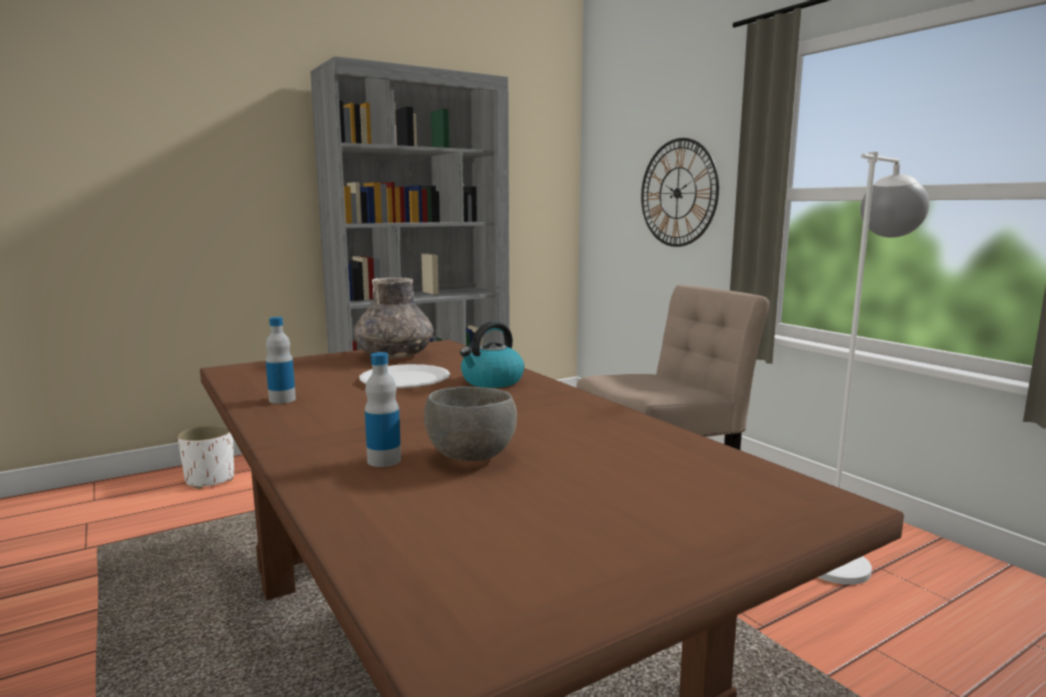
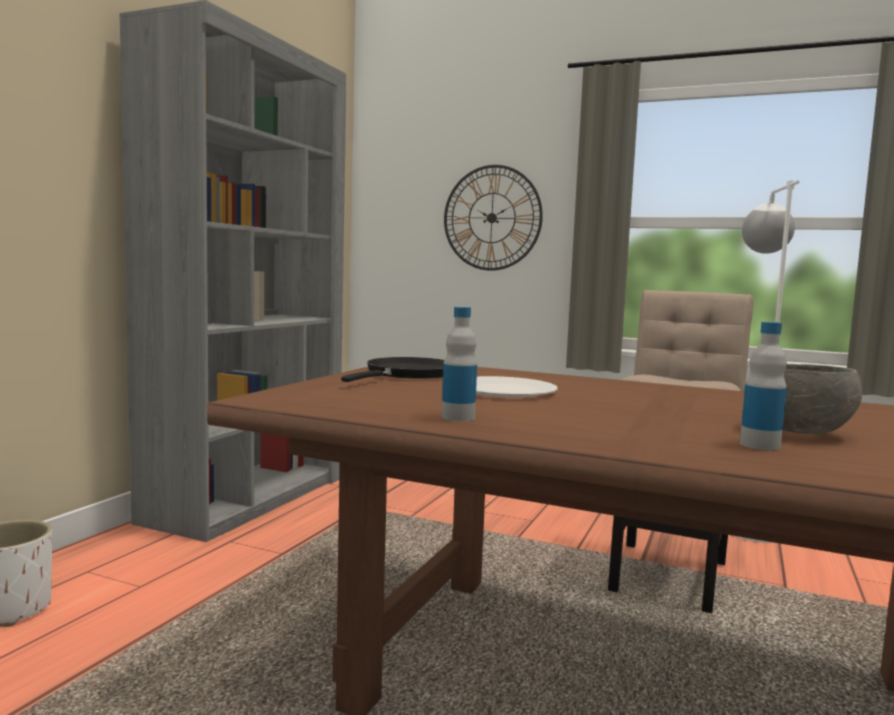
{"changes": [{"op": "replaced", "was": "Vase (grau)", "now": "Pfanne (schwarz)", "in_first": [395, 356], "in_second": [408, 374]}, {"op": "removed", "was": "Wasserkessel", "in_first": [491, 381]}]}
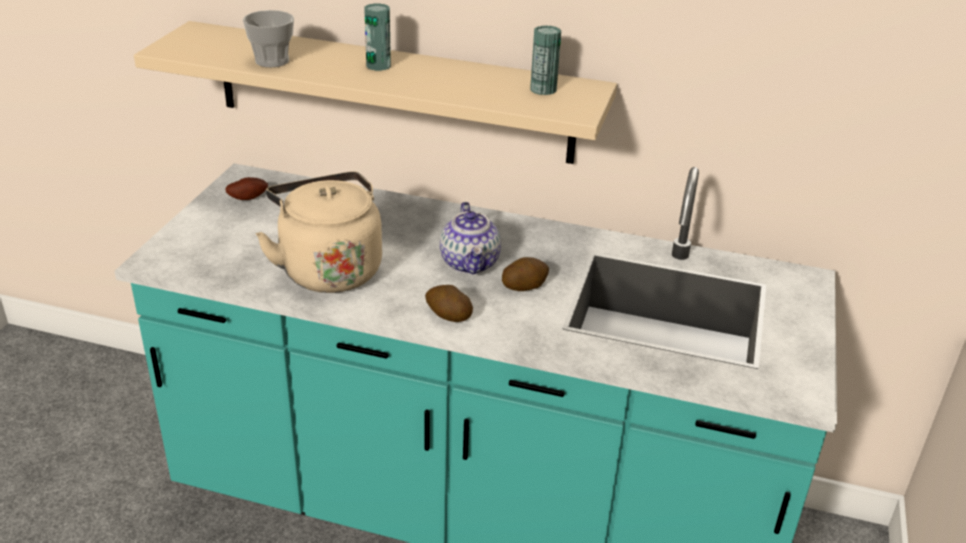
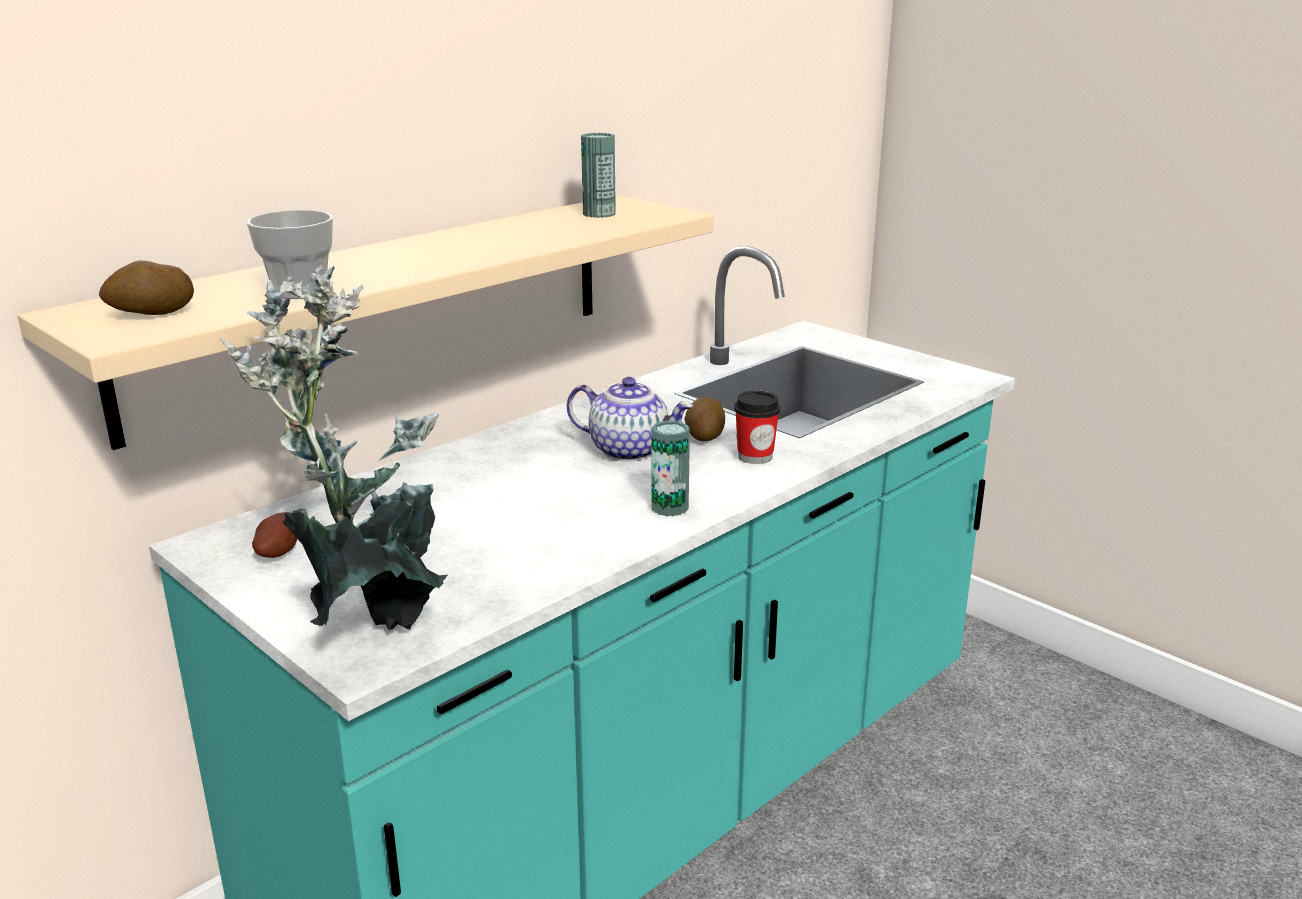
{"changes": [{"op": "moved", "was": "Dose", "in_first": [378, 65], "in_second": [670, 508]}, {"op": "removed", "was": "Wasserkessel (beige)", "in_first": [328, 269]}, {"op": "moved", "was": "Kartoffel", "in_first": [448, 315], "in_second": [151, 314]}, {"op": "added", "now": "Topfpflanze", "in_second": [371, 619]}, {"op": "added", "now": "Tasse", "in_second": [755, 456]}]}
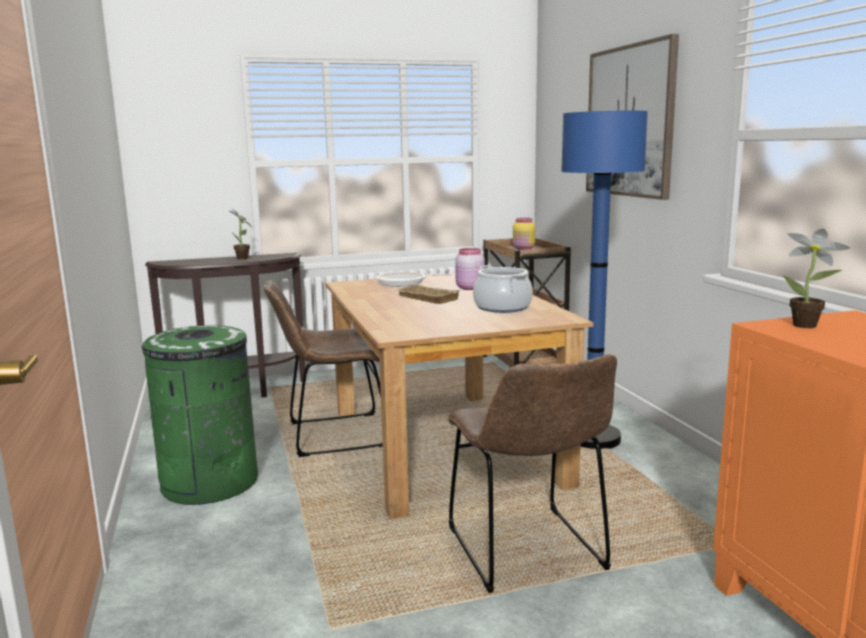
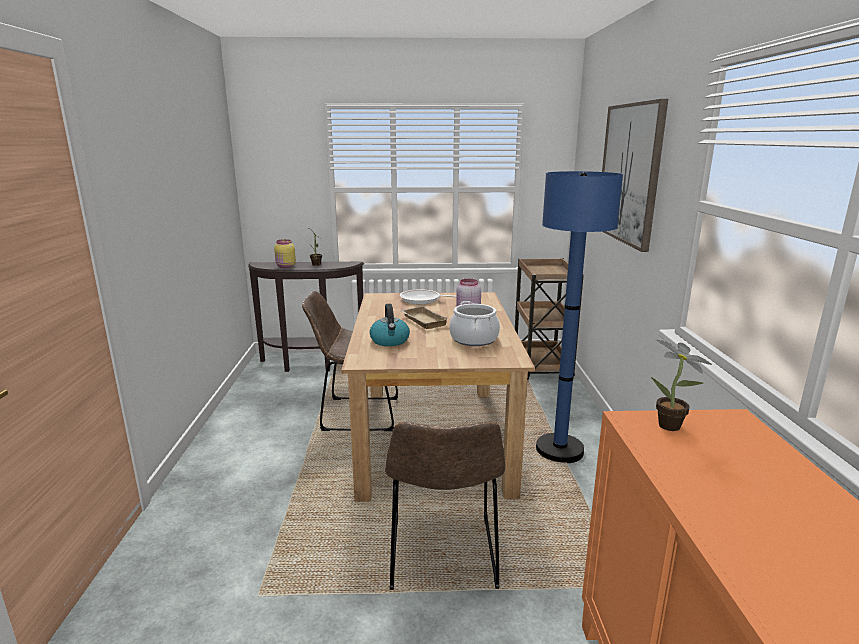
{"changes": [{"op": "moved", "was": "Vorratsglas (gelb)", "in_first": [524, 249], "in_second": [285, 266]}, {"op": "removed", "was": "Mülleimer (grün)", "in_first": [209, 482]}, {"op": "added", "now": "Wasserkessel", "in_second": [390, 341]}]}
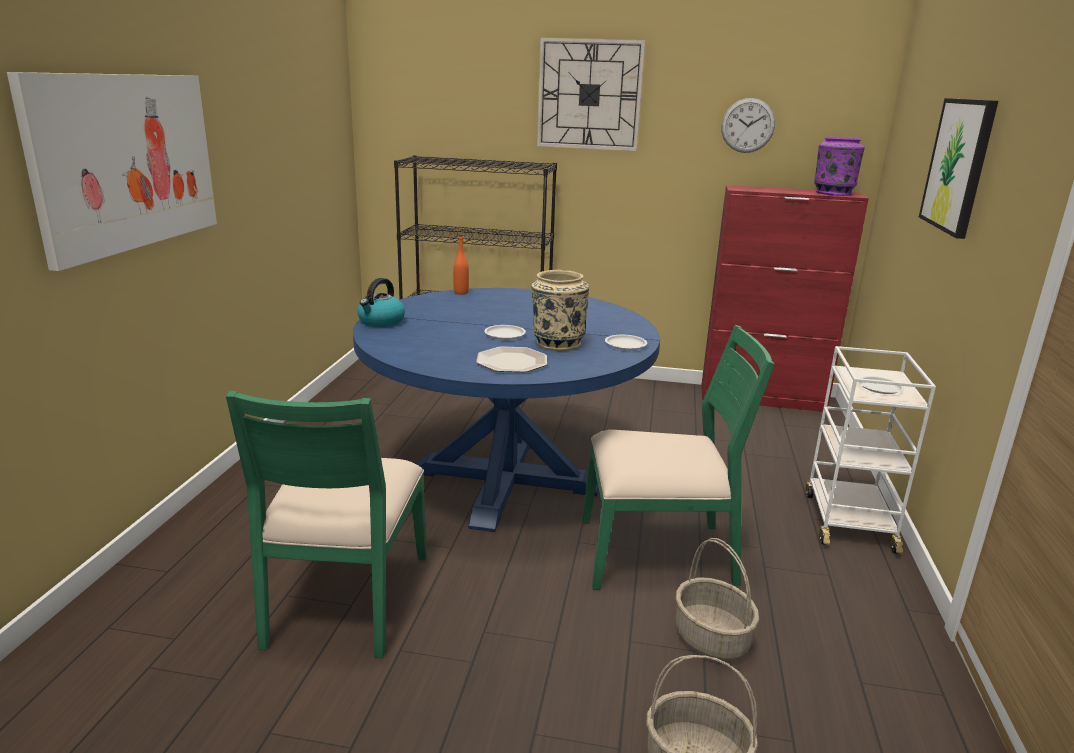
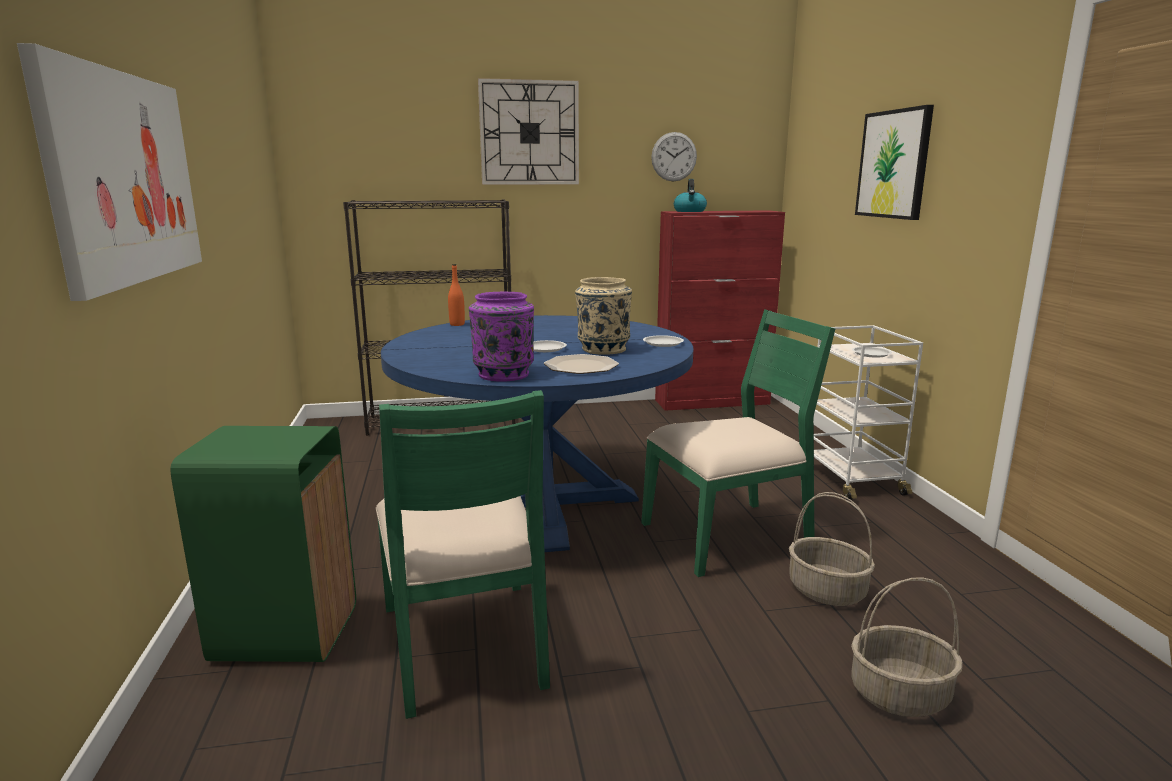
{"changes": [{"op": "moved", "was": "Vase (lila)", "in_first": [833, 193], "in_second": [503, 374]}, {"op": "moved", "was": "Wasserkessel", "in_first": [381, 322], "in_second": [690, 211]}, {"op": "added", "now": "Mülleimer (grün)", "in_second": [286, 632]}]}
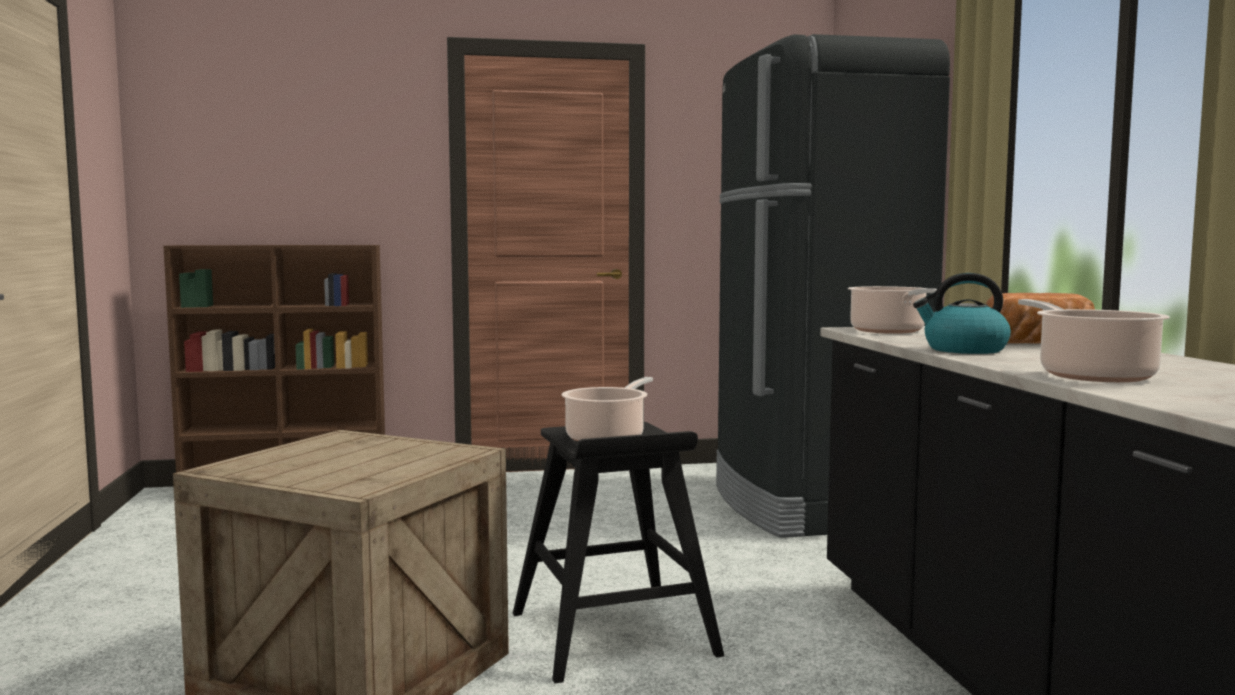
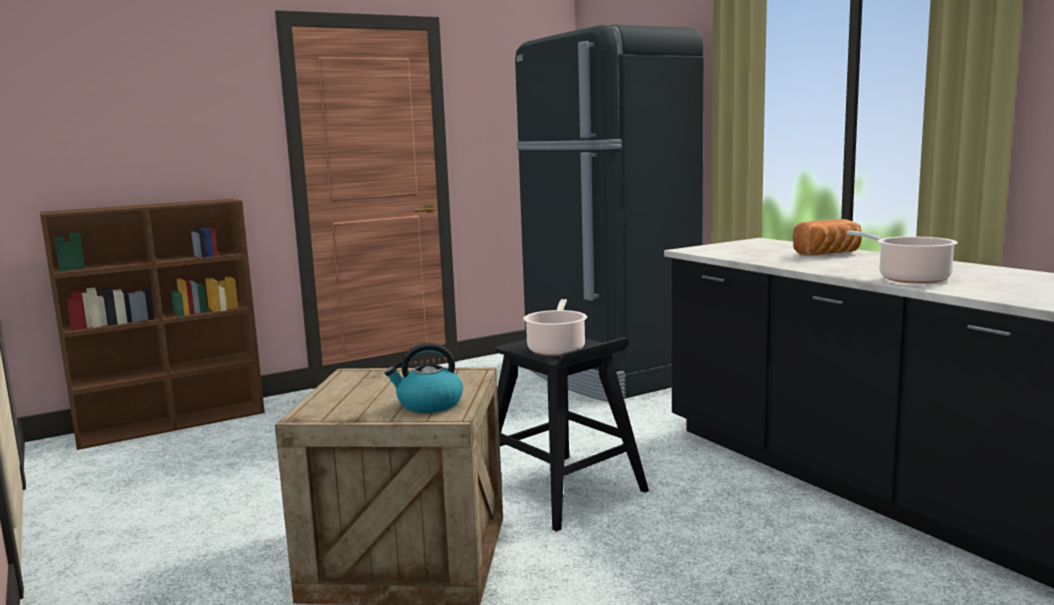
{"changes": [{"op": "moved", "was": "Wasserkessel", "in_first": [963, 350], "in_second": [429, 404]}, {"op": "removed", "was": "Kochtopf", "in_first": [890, 331]}]}
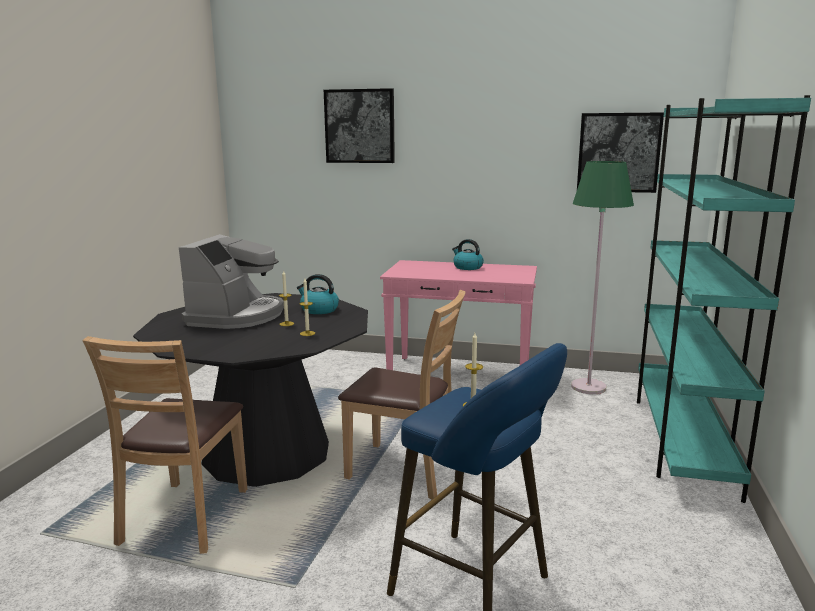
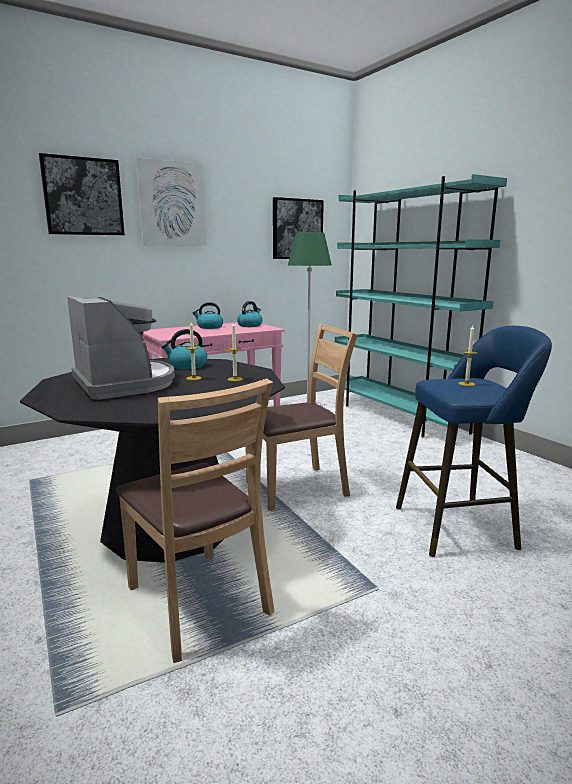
{"changes": [{"op": "added", "now": "Bild", "in_second": [172, 204]}, {"op": "added", "now": "Wasserkessel", "in_second": [250, 325]}]}
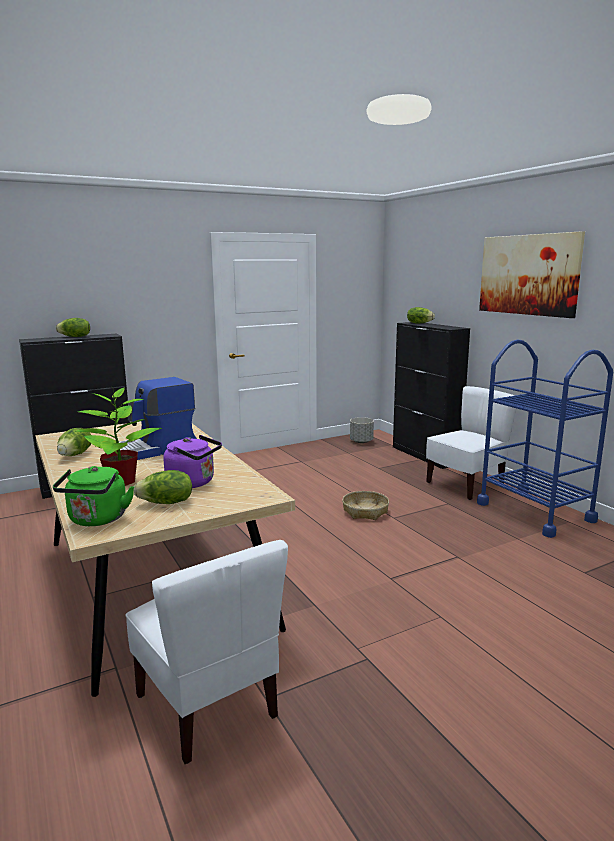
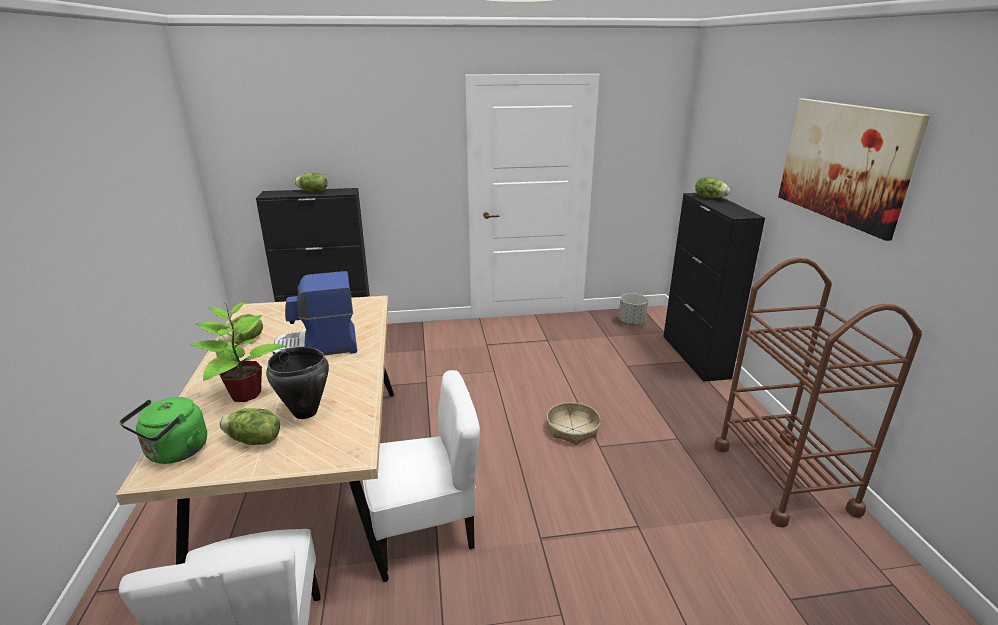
{"changes": [{"op": "recoloured", "was": "Rollwagen (blau)", "now": "Rollwagen (braun)", "in_first": [534, 512], "in_second": [783, 478]}, {"op": "moved", "was": "Stuhl (weiß)", "in_first": [466, 485], "in_second": [424, 527]}, {"op": "replaced", "was": "Wasserkessel (lila)", "now": "Kochtopf (schwarz)", "in_first": [193, 483], "in_second": [305, 412]}]}
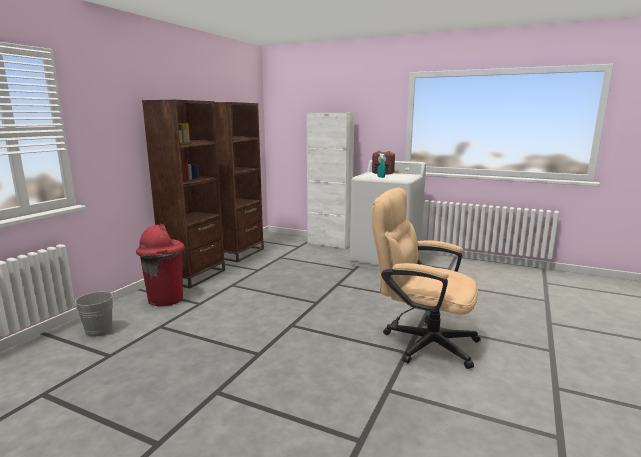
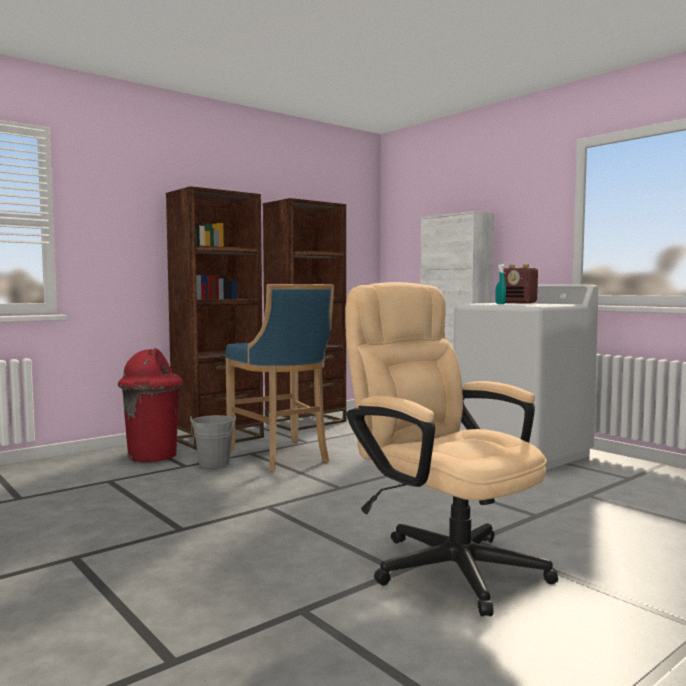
{"changes": [{"op": "moved", "was": "Eimer (grau)", "in_first": [99, 332], "in_second": [213, 464]}, {"op": "added", "now": "Hocker (blau)", "in_second": [281, 457]}]}
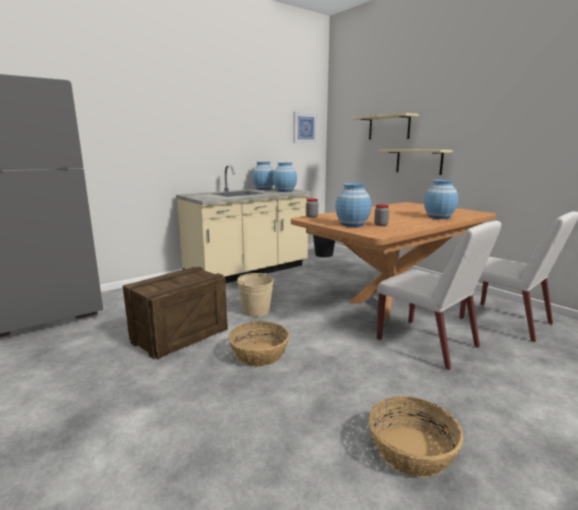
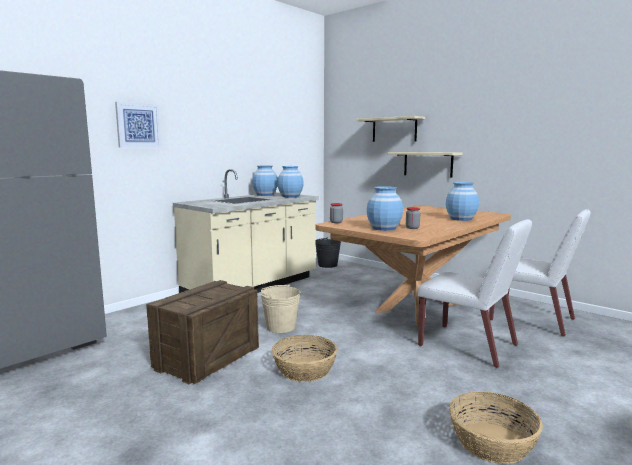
{"changes": [{"op": "moved", "was": "Bild", "in_first": [304, 127], "in_second": [138, 125]}]}
